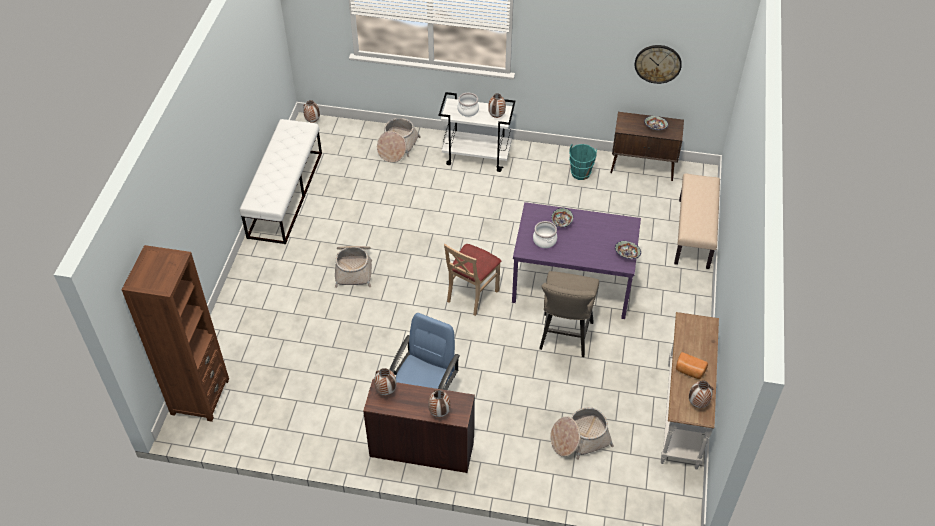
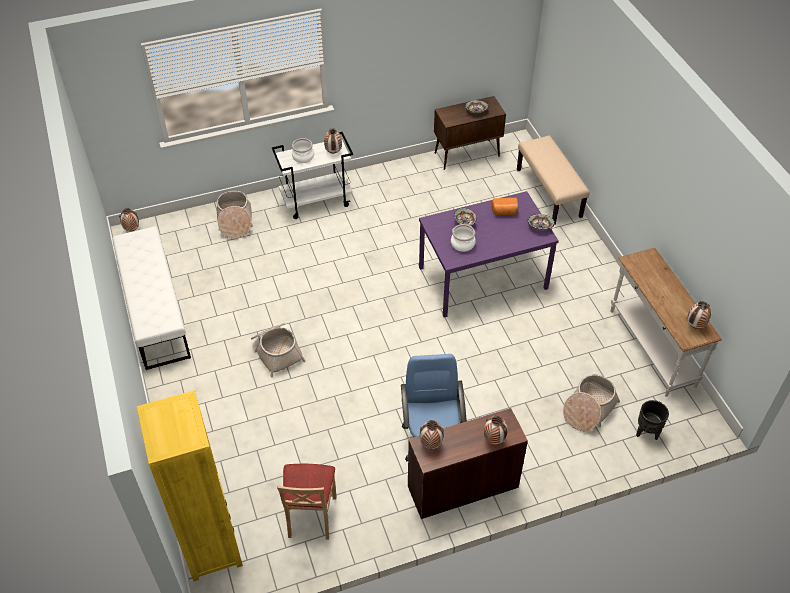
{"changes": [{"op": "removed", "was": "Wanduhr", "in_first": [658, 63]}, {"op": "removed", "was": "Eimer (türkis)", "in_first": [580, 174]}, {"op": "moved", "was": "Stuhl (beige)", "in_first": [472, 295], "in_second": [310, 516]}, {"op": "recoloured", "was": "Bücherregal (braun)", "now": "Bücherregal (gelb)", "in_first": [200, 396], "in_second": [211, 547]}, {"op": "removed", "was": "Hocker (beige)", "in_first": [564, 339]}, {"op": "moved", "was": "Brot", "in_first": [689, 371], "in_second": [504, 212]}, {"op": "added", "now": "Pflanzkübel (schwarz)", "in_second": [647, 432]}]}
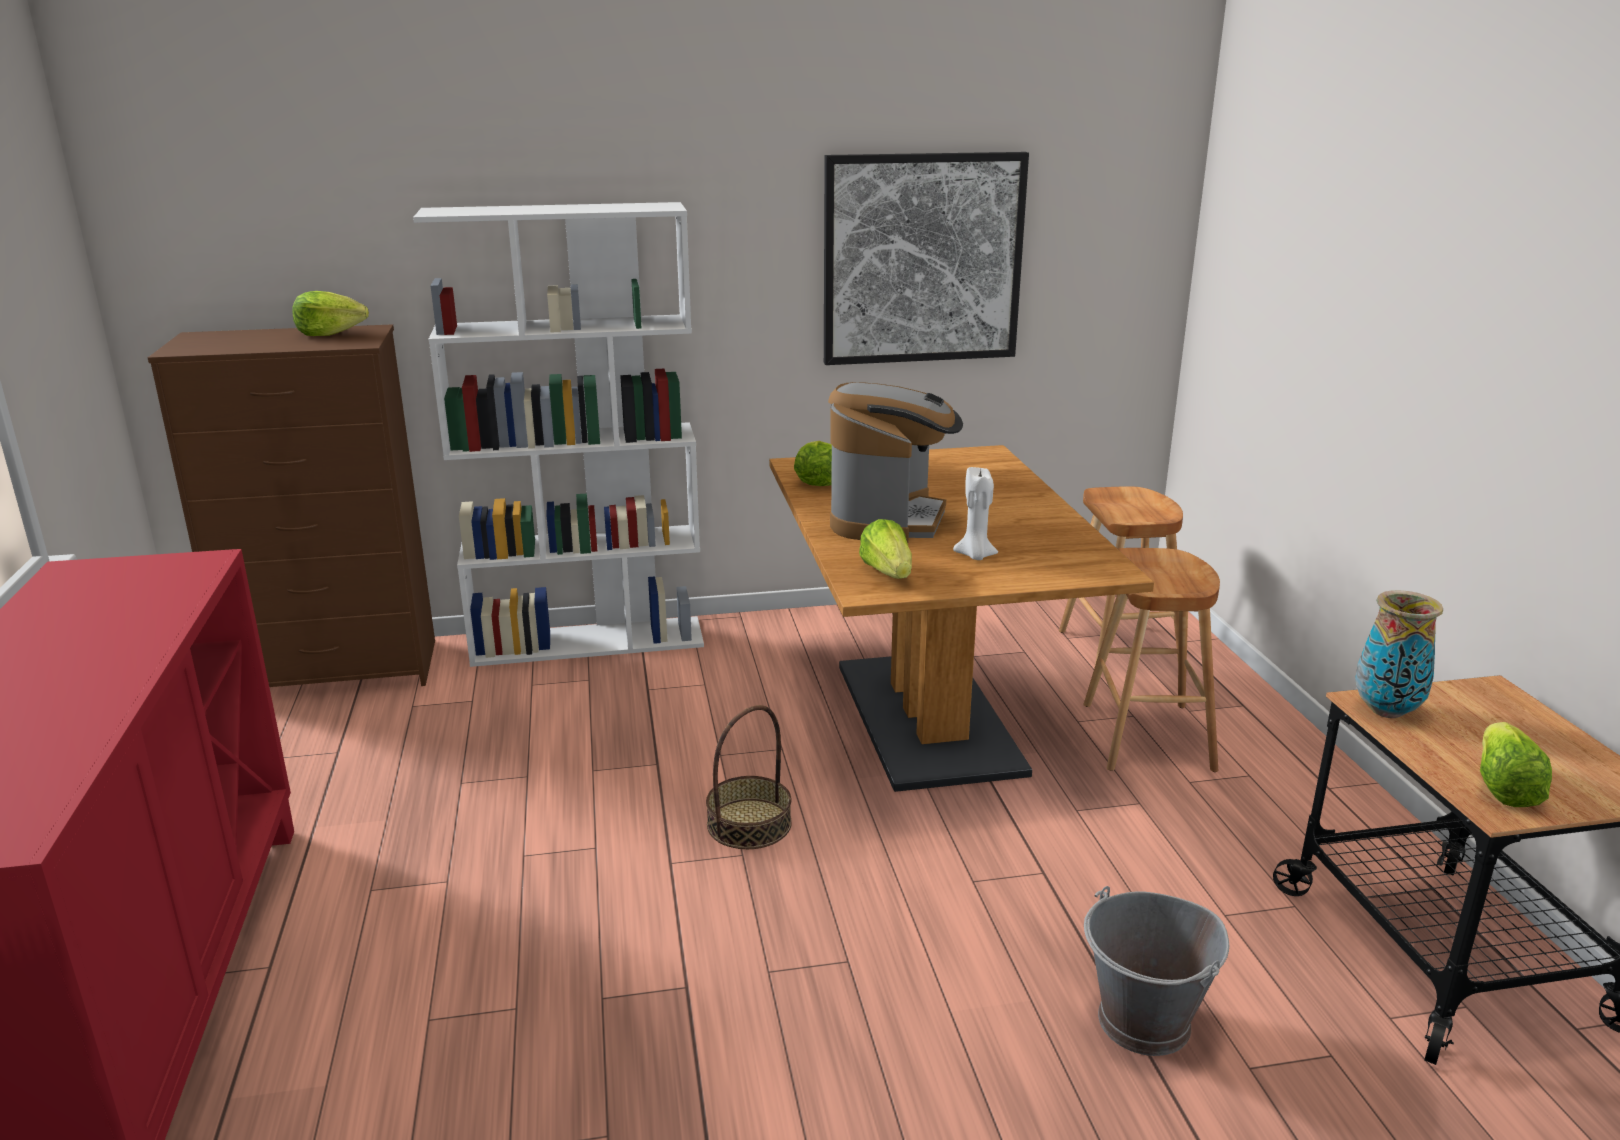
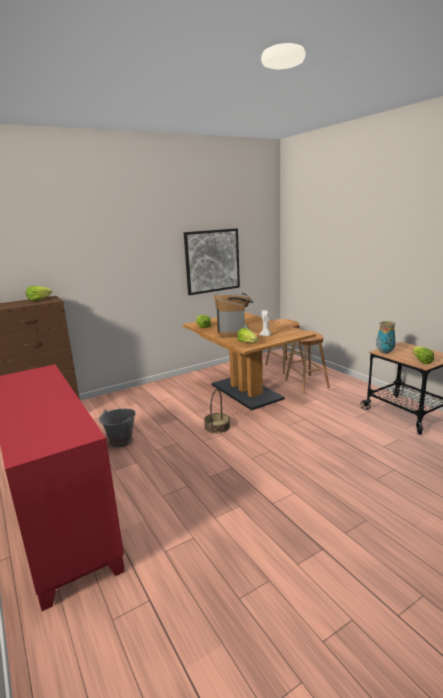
{"changes": [{"op": "removed", "was": "Bücherregal (weiß)", "in_first": [589, 641]}, {"op": "moved", "was": "Eimer (grau)", "in_first": [1144, 1023], "in_second": [121, 441]}]}
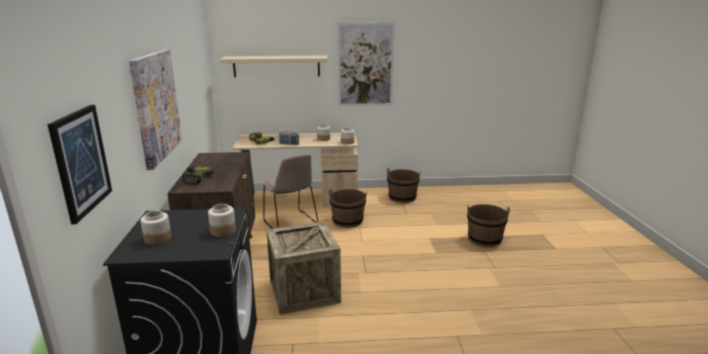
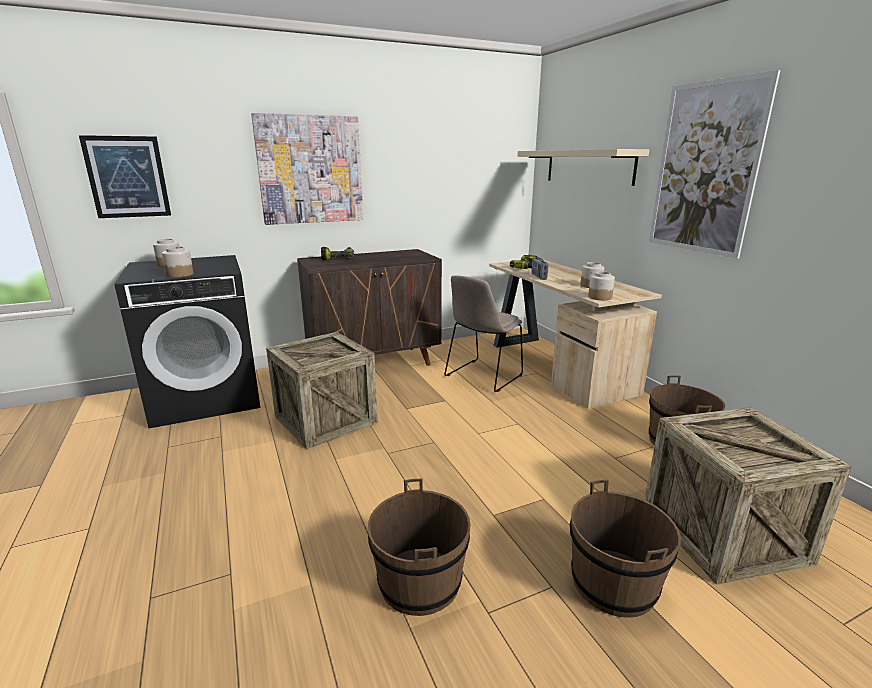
{"changes": [{"op": "moved", "was": "Eimer (braun)", "in_first": [347, 221], "in_second": [420, 582]}, {"op": "added", "now": "Kiste", "in_second": [723, 532]}]}
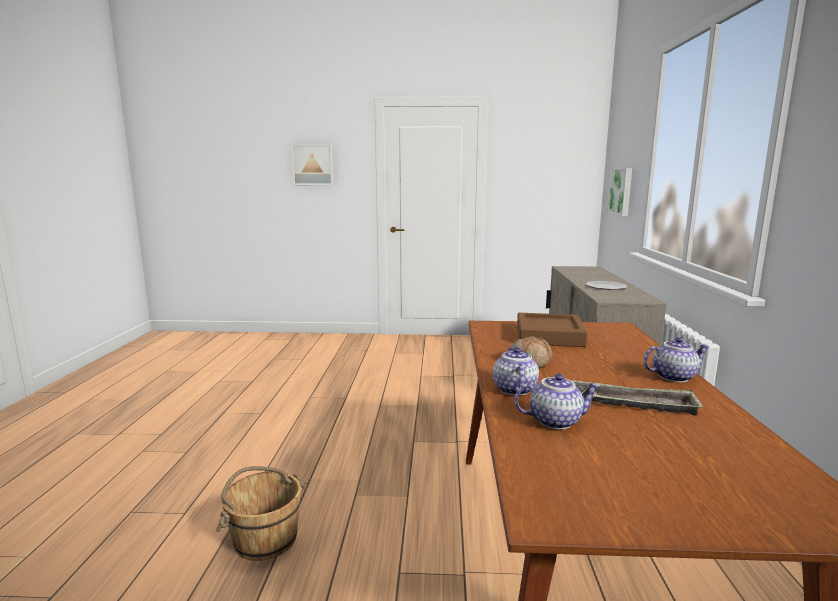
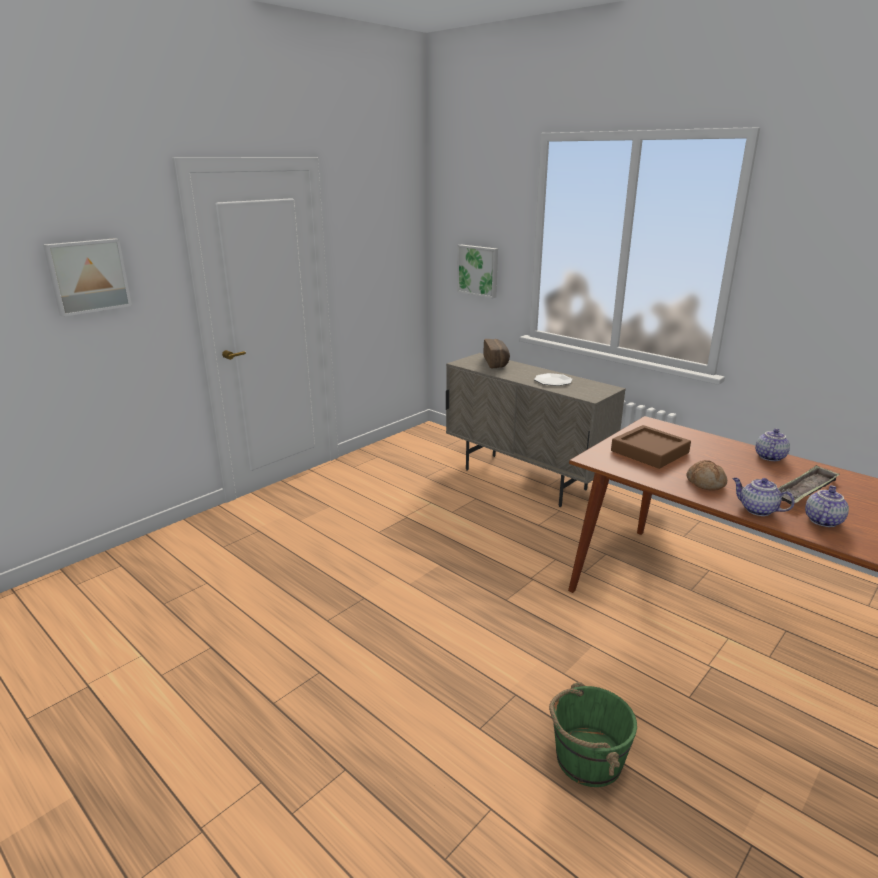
{"changes": [{"op": "recoloured", "was": "Eimer (braun)", "now": "Eimer (grün)", "in_first": [265, 538], "in_second": [587, 759]}, {"op": "added", "now": "Brot", "in_second": [497, 362]}]}
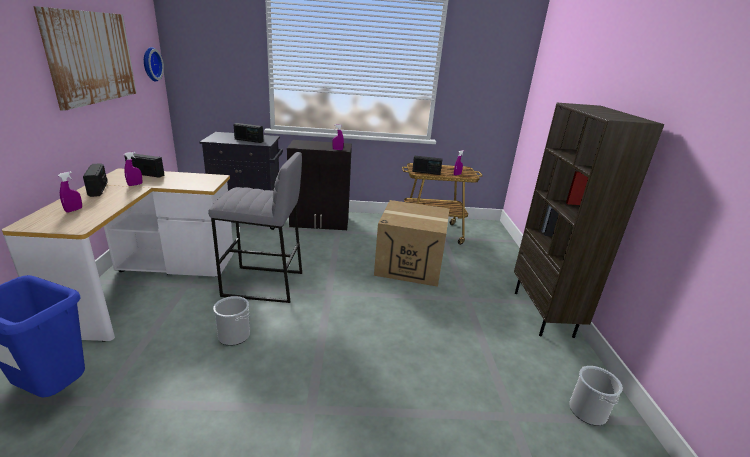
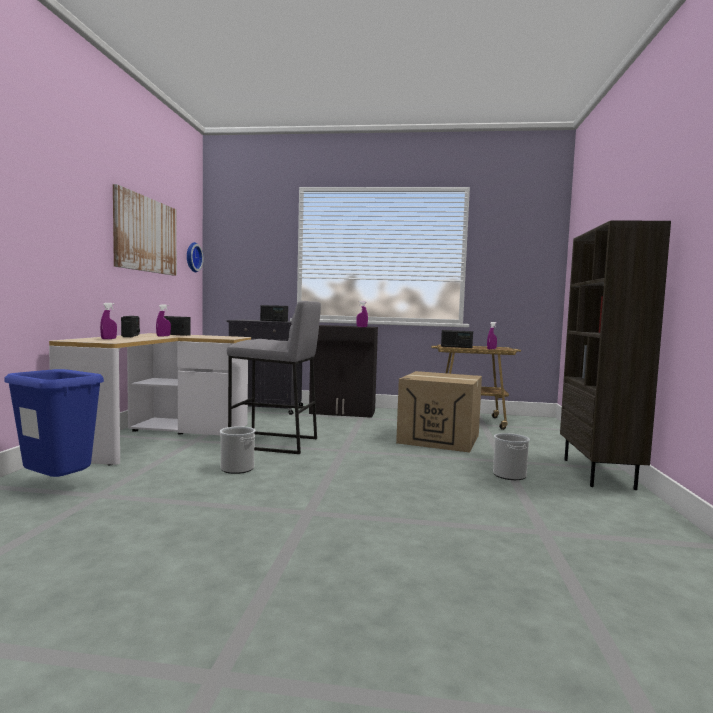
{"changes": [{"op": "moved", "was": "Eimer", "in_first": [587, 411], "in_second": [509, 475]}]}
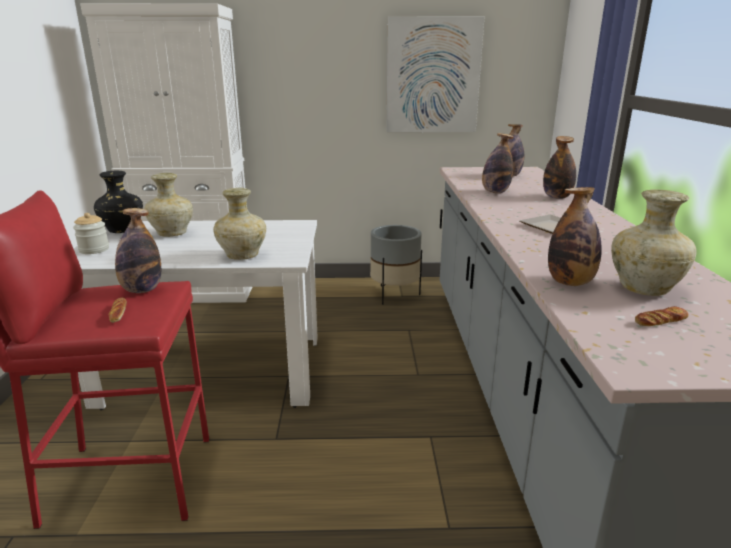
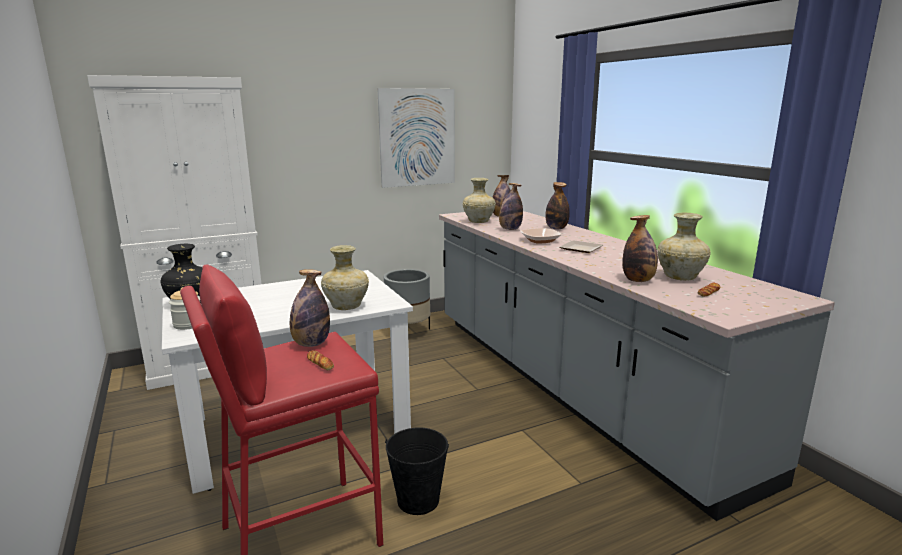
{"changes": [{"op": "moved", "was": "Vase (beige)", "in_first": [173, 234], "in_second": [479, 221]}, {"op": "added", "now": "Schüssel", "in_second": [540, 240]}, {"op": "added", "now": "Eimer (schwarz)", "in_second": [418, 500]}]}
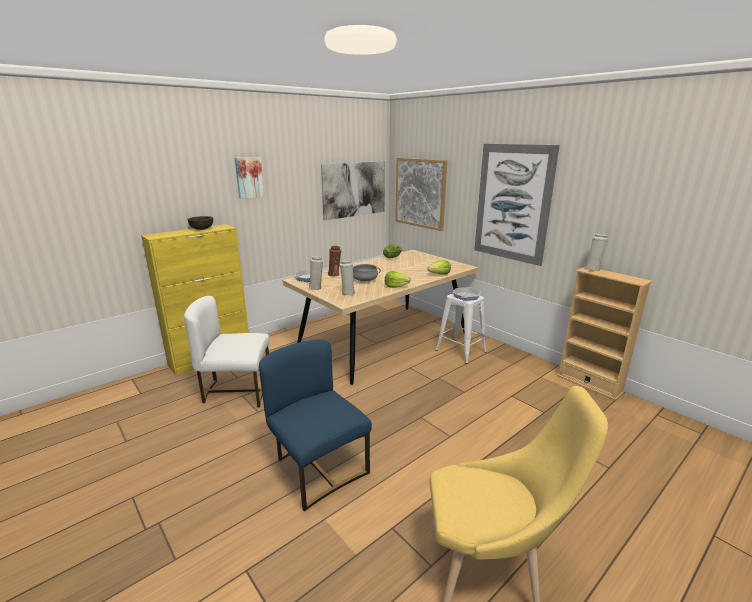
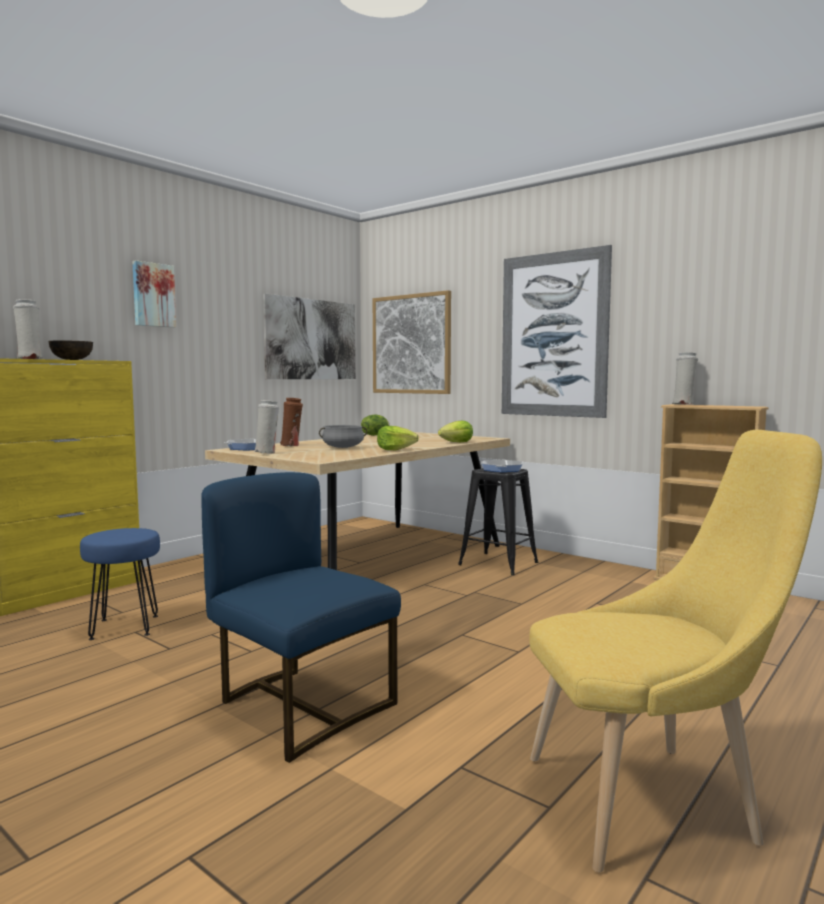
{"changes": [{"op": "moved", "was": "Vase (weiß)", "in_first": [347, 293], "in_second": [29, 359]}, {"op": "recoloured", "was": "Hocker (weiß)", "now": "Hocker (schwarz)", "in_first": [460, 351], "in_second": [498, 564]}, {"op": "replaced", "was": "Stuhl (weiß)", "now": "Hocker (blau)", "in_first": [237, 391], "in_second": [124, 627]}]}
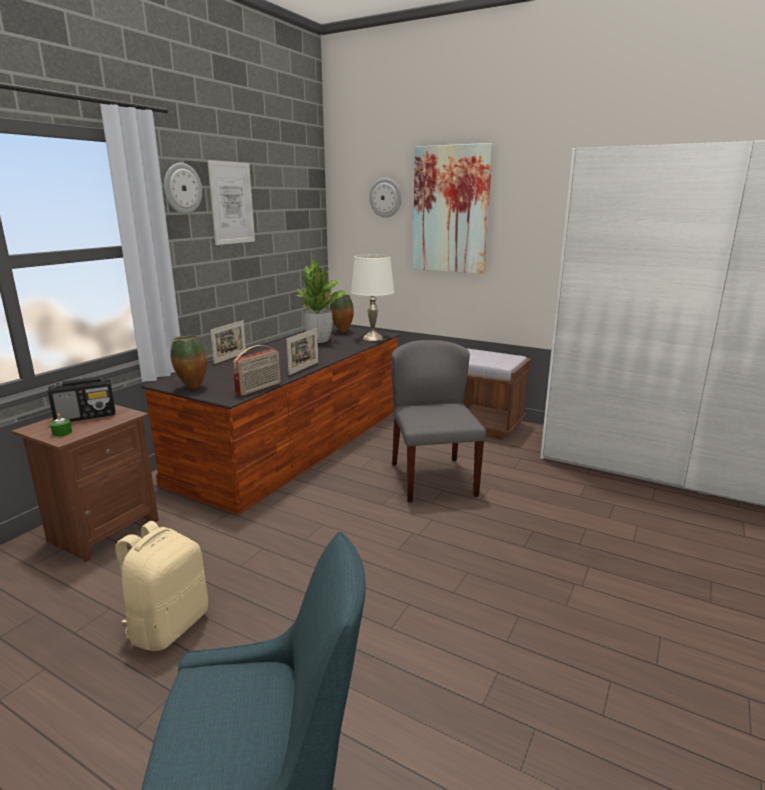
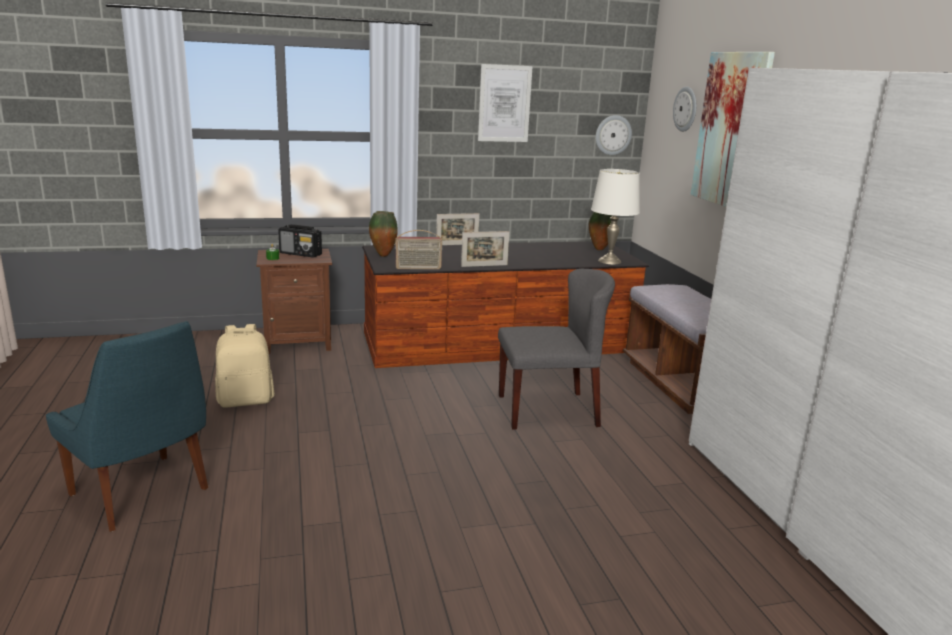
{"changes": [{"op": "moved", "was": "Wanduhr", "in_first": [182, 188], "in_second": [613, 135]}, {"op": "removed", "was": "Topfpflanze", "in_first": [319, 340]}, {"op": "turned", "was": "Stuhl (grau)", "in_first": [432, 478], "in_second": [548, 410], "clockwise": 45}]}
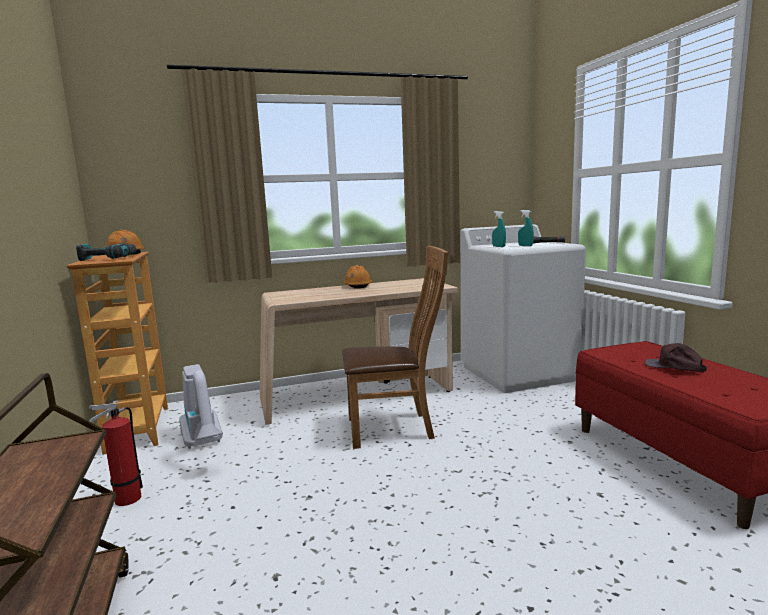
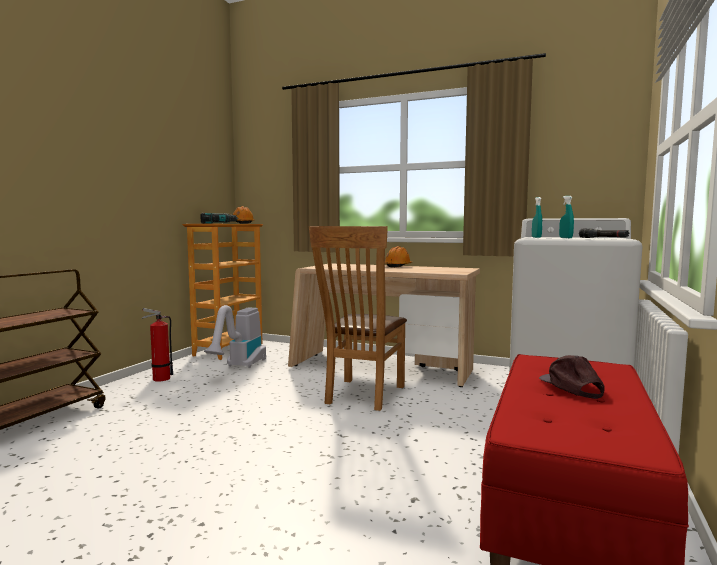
{"changes": [{"op": "turned", "was": "Stuhl (braun)", "in_first": [396, 428], "in_second": [362, 396], "clockwise": 75}]}
